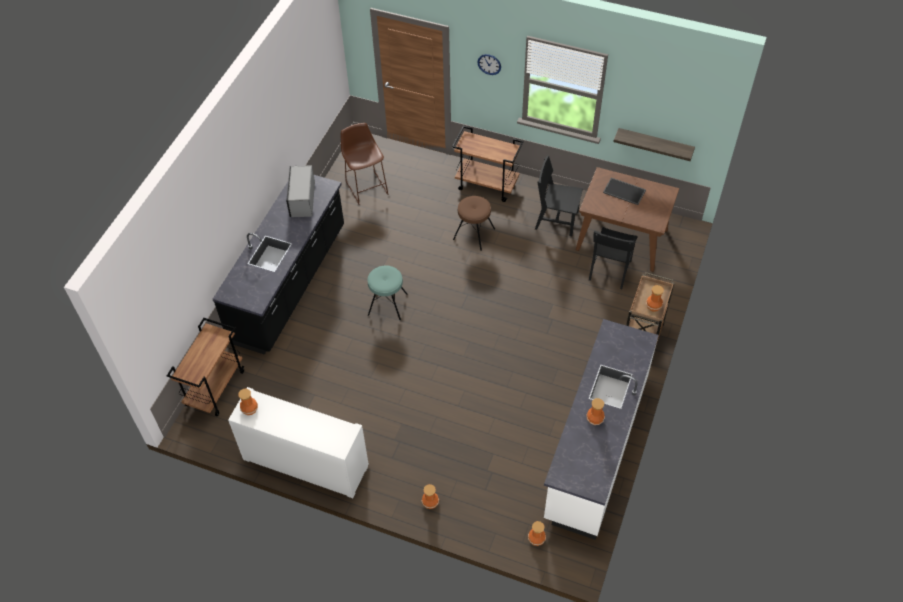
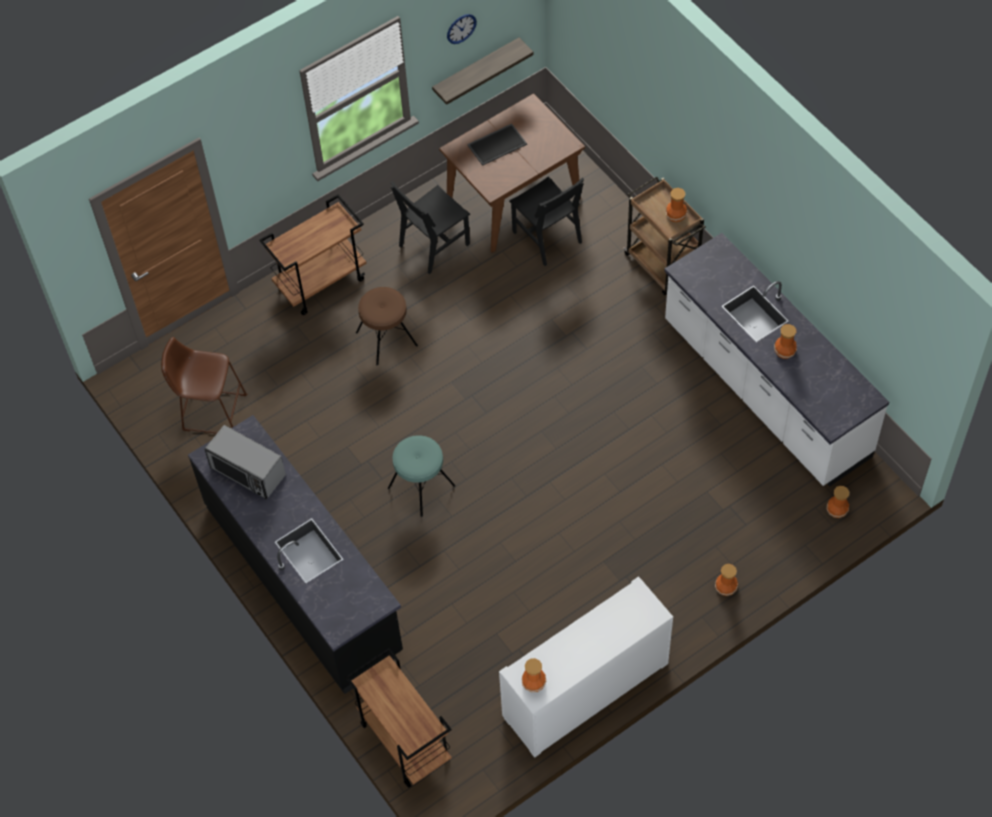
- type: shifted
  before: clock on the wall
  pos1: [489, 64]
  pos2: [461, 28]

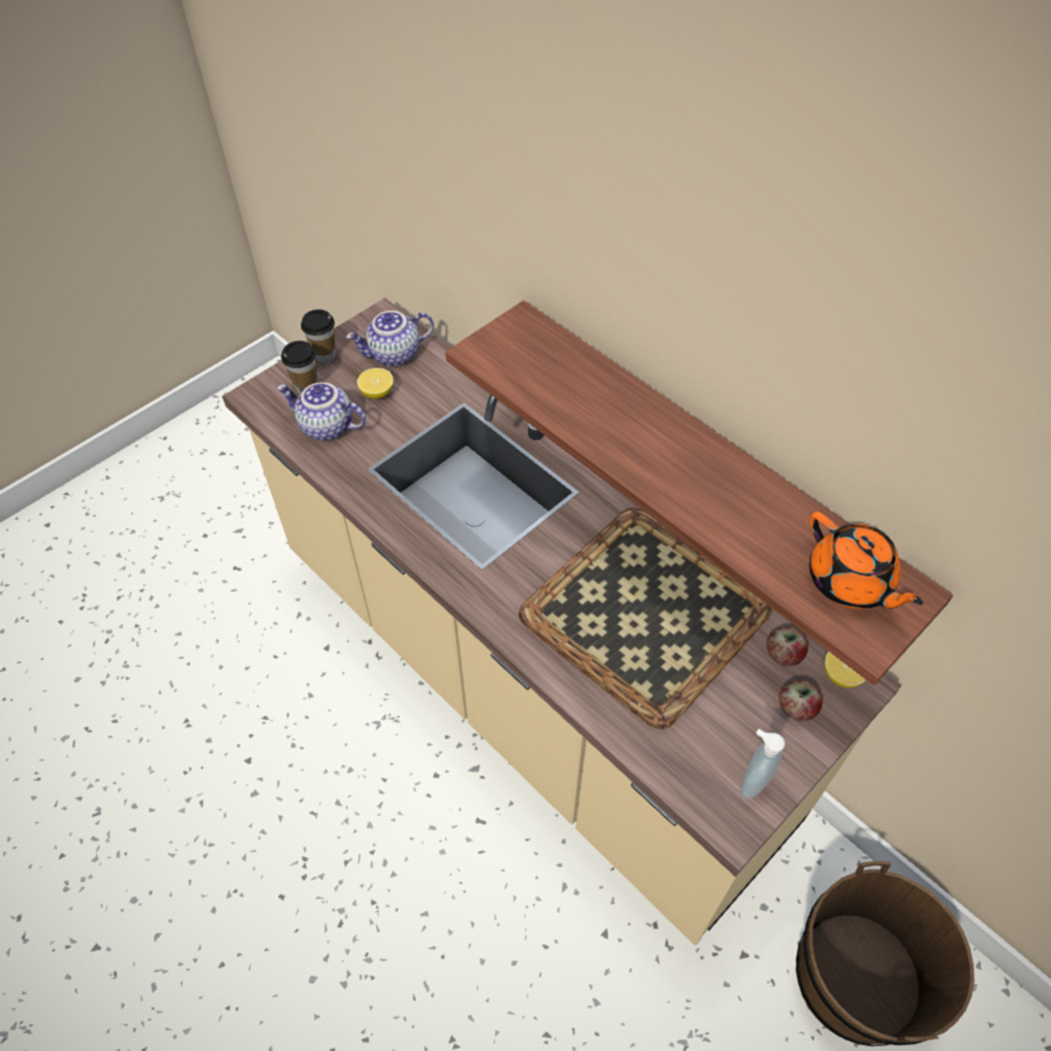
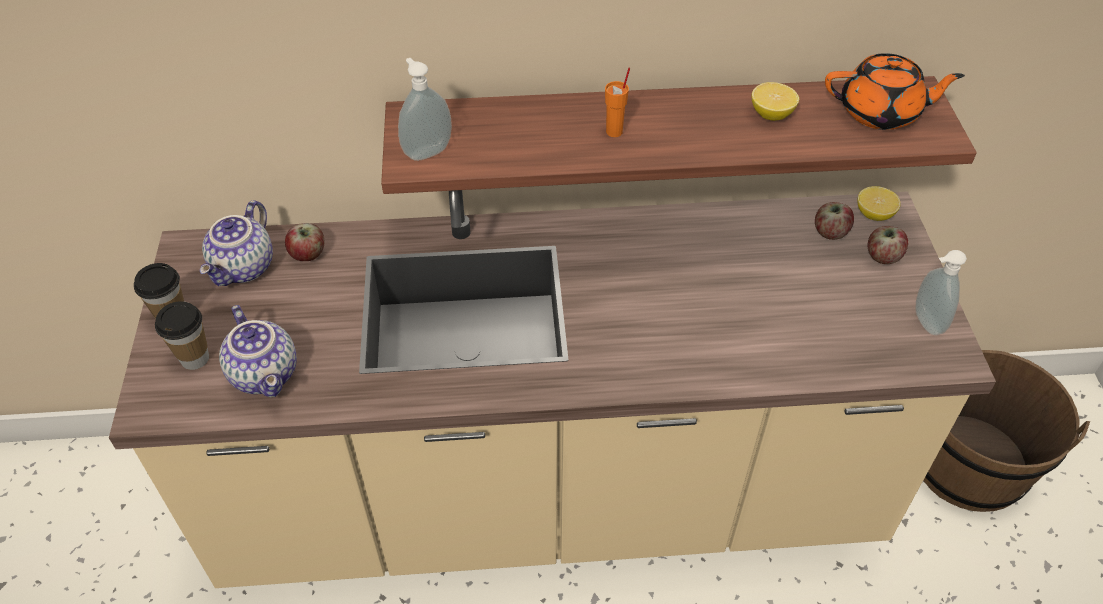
- type: gone
  before: tray
  pos1: [648, 612]
- type: new
  after: apple fruit
  pos2: [308, 254]
- type: new
  after: soap dispenser
  pos2: [426, 151]
- type: new
  after: orange cup
  pos2: [615, 131]
- type: shifted
  before: whole lemon
  pos1: [377, 392]
  pos2: [771, 114]
- type: rotated
  before: tea pot
  pos1: [325, 427]
  pos2: [266, 374]
  turn: -90

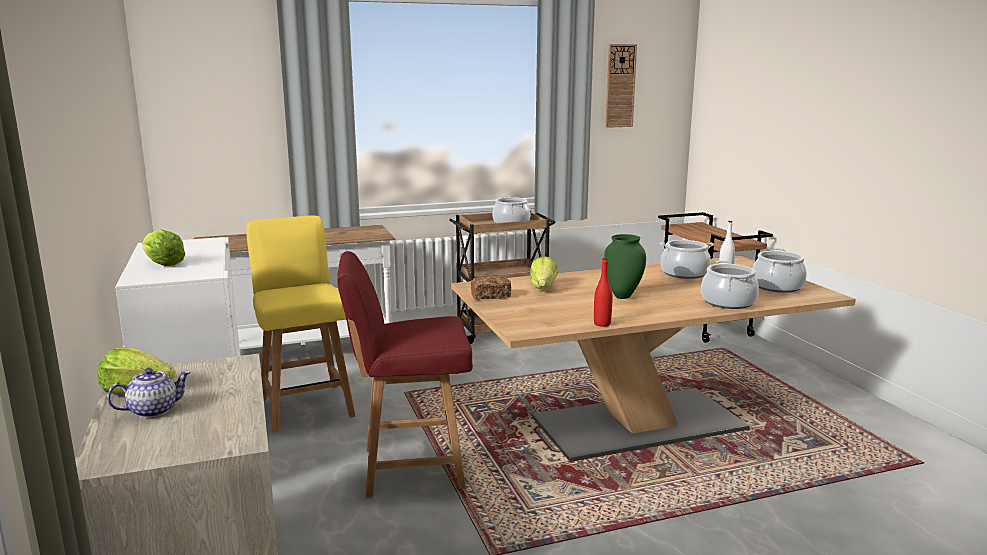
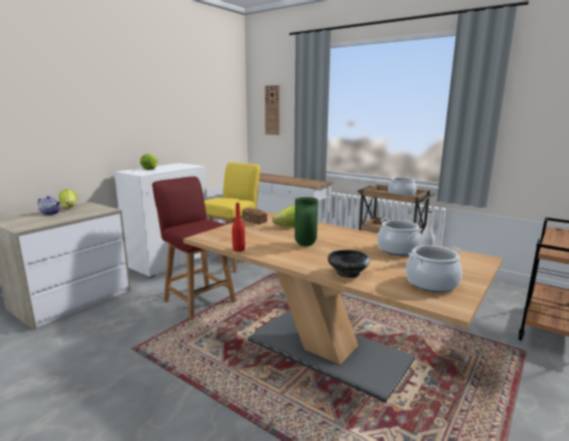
- type: shifted
  before: clock on the wall
  pos1: [620, 86]
  pos2: [272, 110]
- type: swapped
  before: cooking pot
  after: blackish bowl
  pos1: [728, 302]
  pos2: [347, 273]

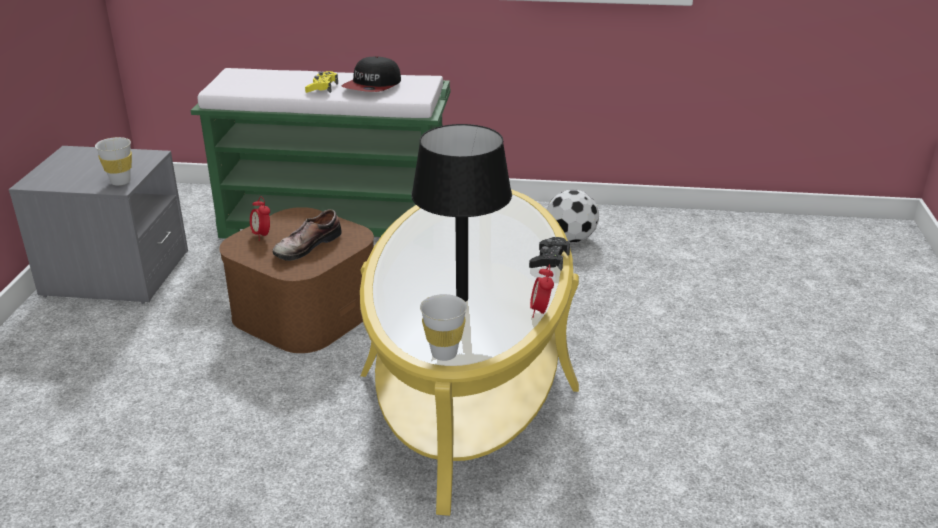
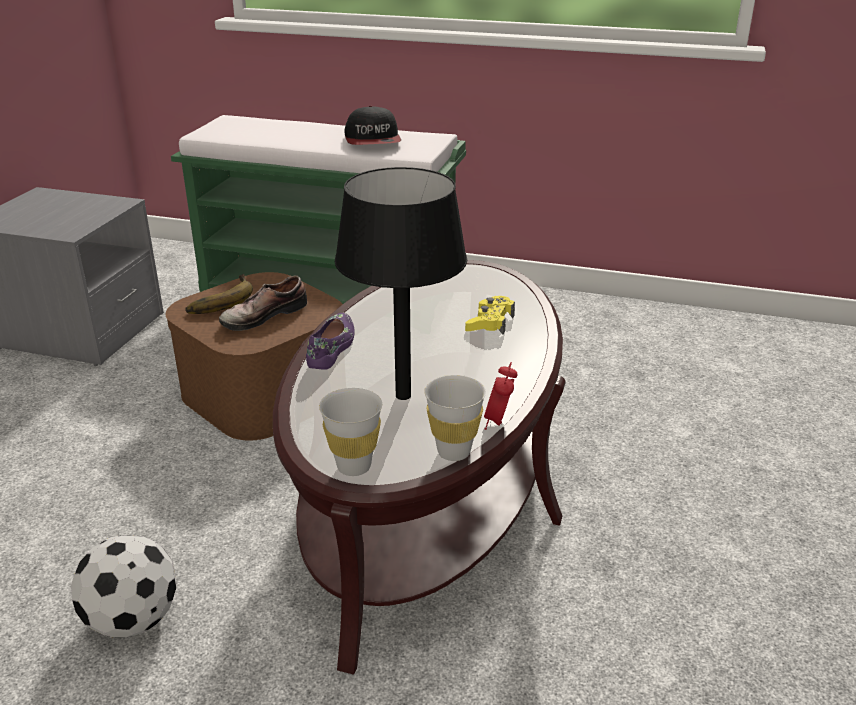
- type: gone
  before: blackish gamepad
  pos1: [549, 260]
- type: new
  after: purple item of footwear
  pos2: [332, 348]
- type: shifted
  before: white cup
  pos1: [120, 182]
  pos2: [454, 452]
- type: shifted
  before: yellowish gamepad
  pos1: [322, 88]
  pos2: [490, 322]
- type: shifted
  before: ball for football
  pos1: [570, 238]
  pos2: [132, 620]
- type: swapped
  before: alarm clock
  after: banana fruit
  pos1: [262, 235]
  pos2: [218, 300]
- type: repainted
  before: yellowish coffee table
  after: brown coffee table
  pos1: [469, 380]
  pos2: [428, 495]
- type: rotated
  before: cap
  pos1: [373, 86]
  pos2: [373, 140]
  turn: -45

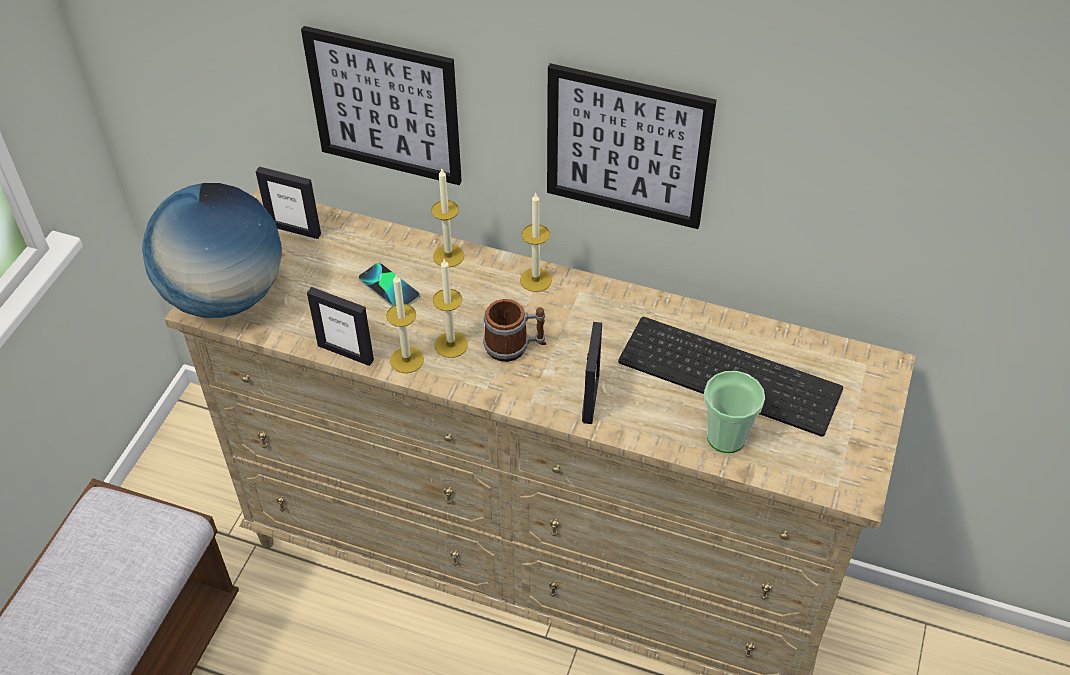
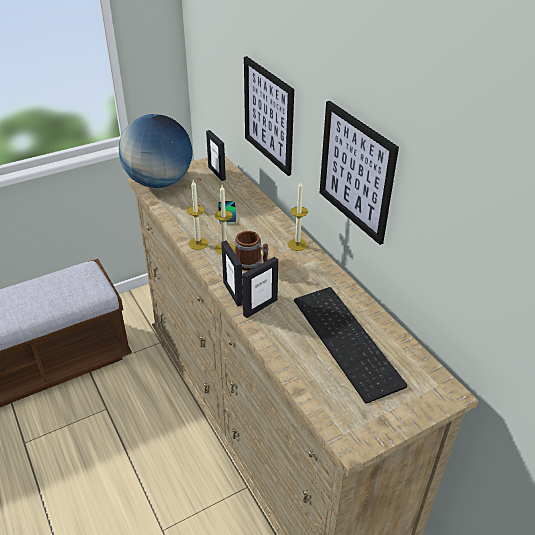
- type: gone
  before: wax light
  pos1: [448, 256]
- type: gone
  before: cup
  pos1: [726, 437]
- type: shifted
  before: standing frame
  pos1: [346, 352]
  pos2: [233, 293]

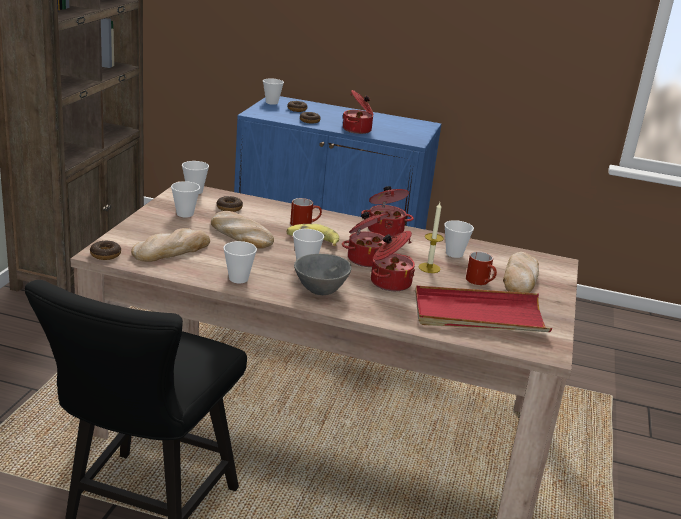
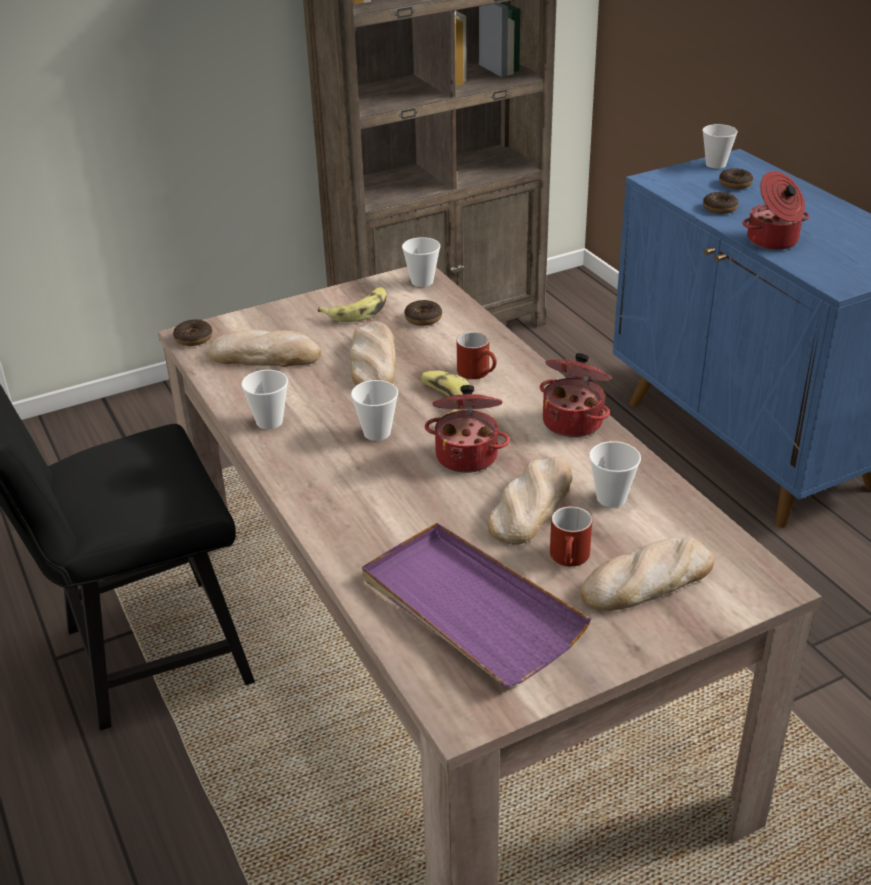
- type: gone
  before: gray bowl
  pos1: [319, 289]
- type: gone
  before: cooking pot
  pos1: [389, 282]
- type: swapped
  before: cup
  after: banana fruit
  pos1: [185, 214]
  pos2: [358, 311]
- type: swapped
  before: wax light
  after: baked bread
  pos1: [429, 268]
  pos2: [531, 504]
- type: repainted
  before: reddish tray
  after: purple tray
  pos1: [479, 315]
  pos2: [469, 607]

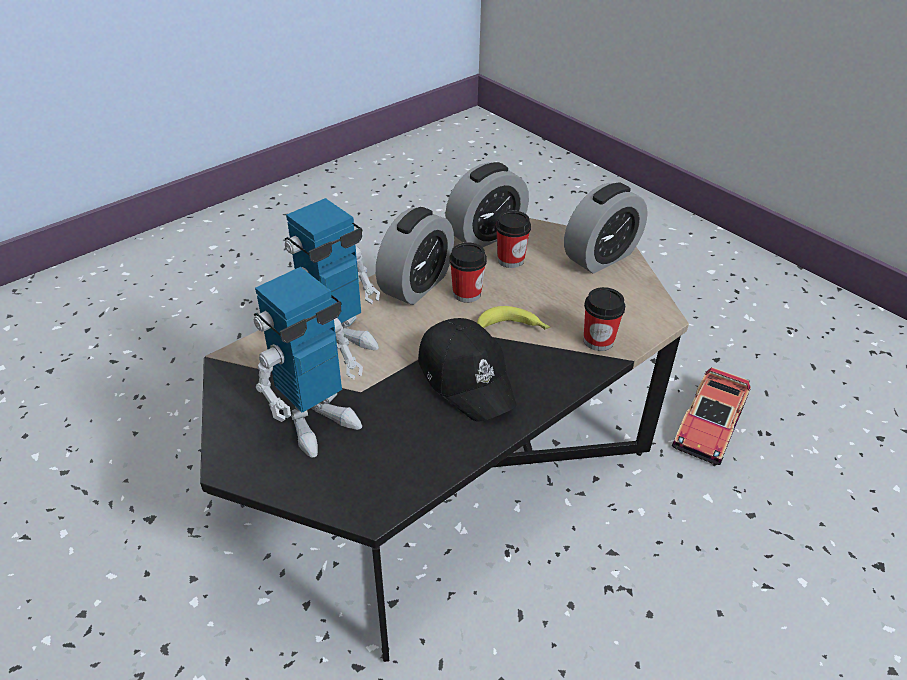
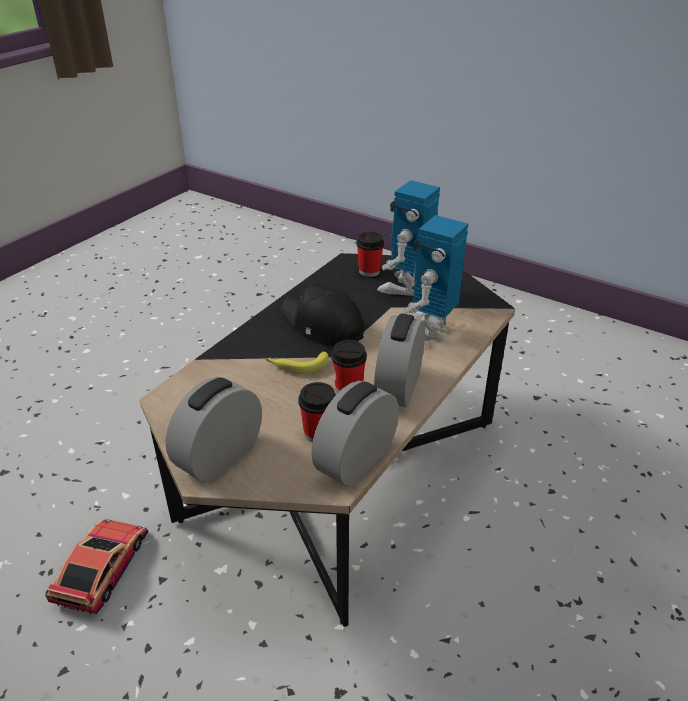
- type: shifted
  before: cup
  pos1: [598, 341]
  pos2: [369, 271]

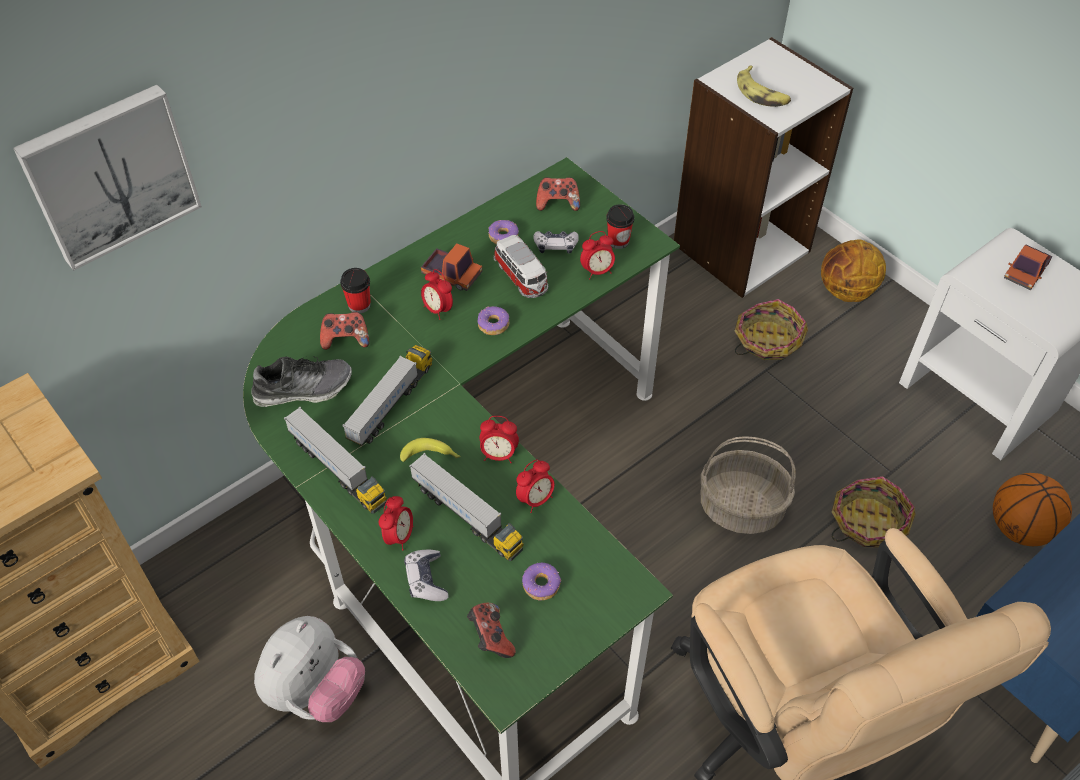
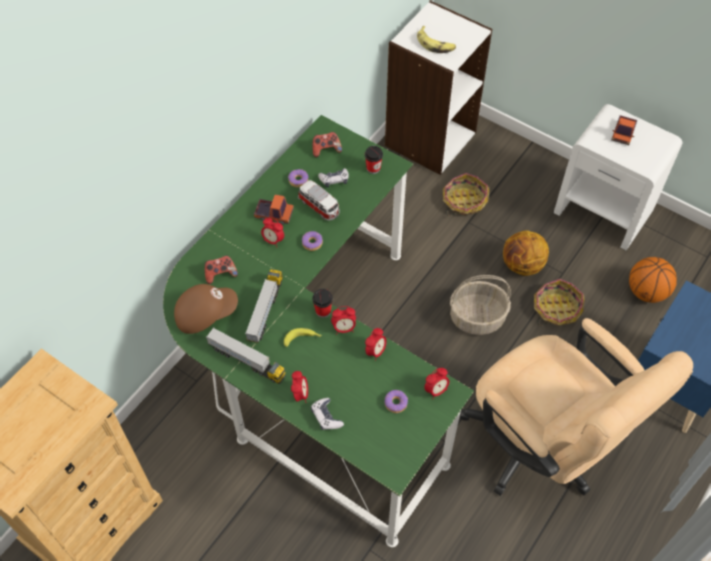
- type: gone
  before: wall picture
  pos1: [110, 174]
- type: gone
  before: soft toy
  pos1: [316, 691]
- type: gone
  before: toy lorry
  pos1: [467, 516]
- type: gone
  before: gamepad
  pos1: [490, 638]
- type: shifted
  before: cup
  pos1: [359, 305]
  pos2: [323, 311]
- type: shifted
  before: alarm clock
  pos1: [597, 271]
  pos2: [436, 390]
- type: shifted
  before: basketball
  pos1: [846, 292]
  pos2: [522, 265]
- type: swapped
  before: item of footwear
  after: brown cap
  pos1: [303, 389]
  pos2: [205, 313]

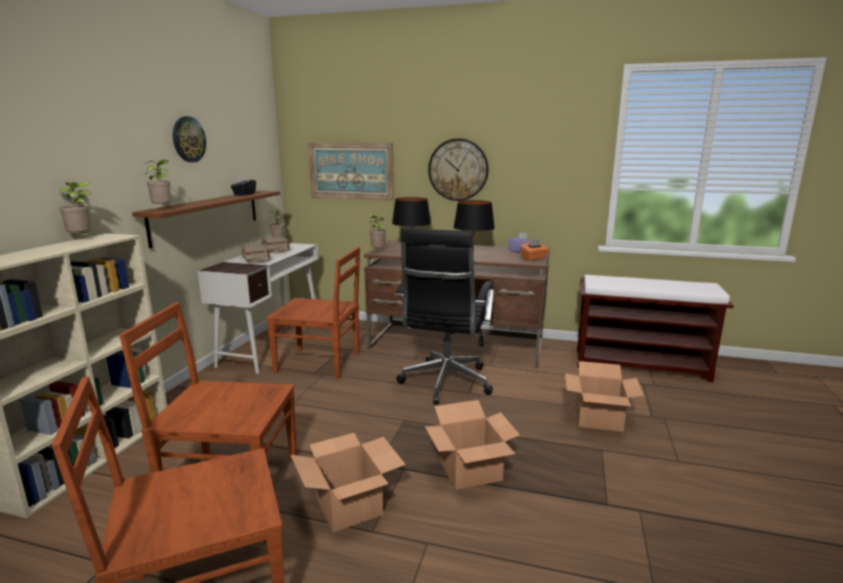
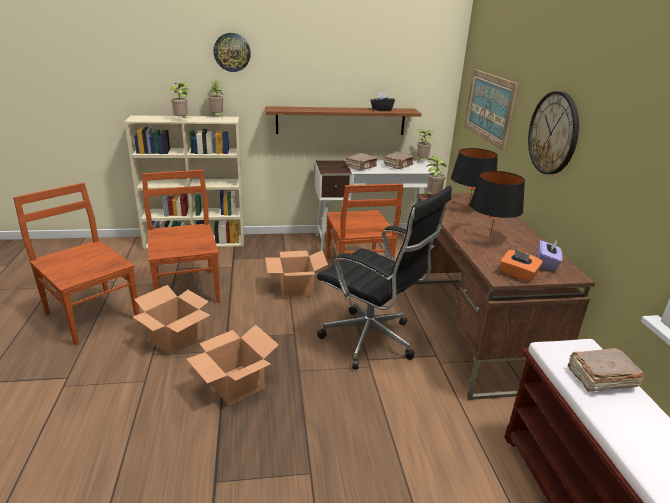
- type: new
  after: brown volume
  pos2: [600, 378]
- type: shifted
  before: plant in a pot
  pos1: [163, 209]
  pos2: [182, 120]
- type: shifted
  before: clock on the wall
  pos1: [188, 139]
  pos2: [232, 52]
- type: shifted
  before: packing box
  pos1: [599, 418]
  pos2: [296, 289]
- type: rotated
  before: blackish desk chair
  pos1: [445, 384]
  pos2: [372, 341]
  turn: -135

